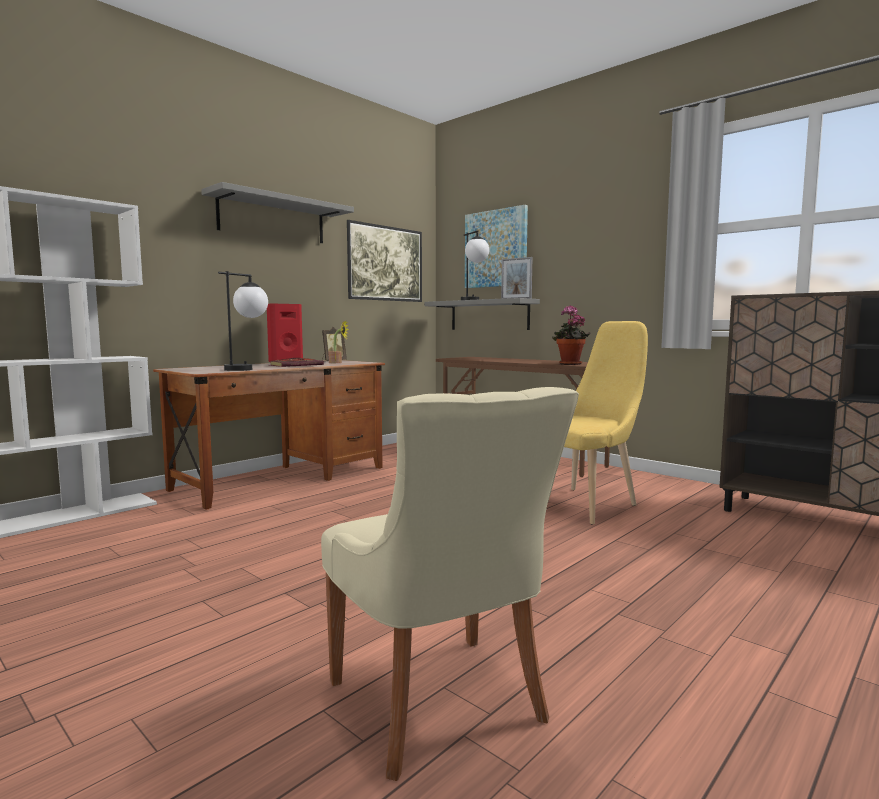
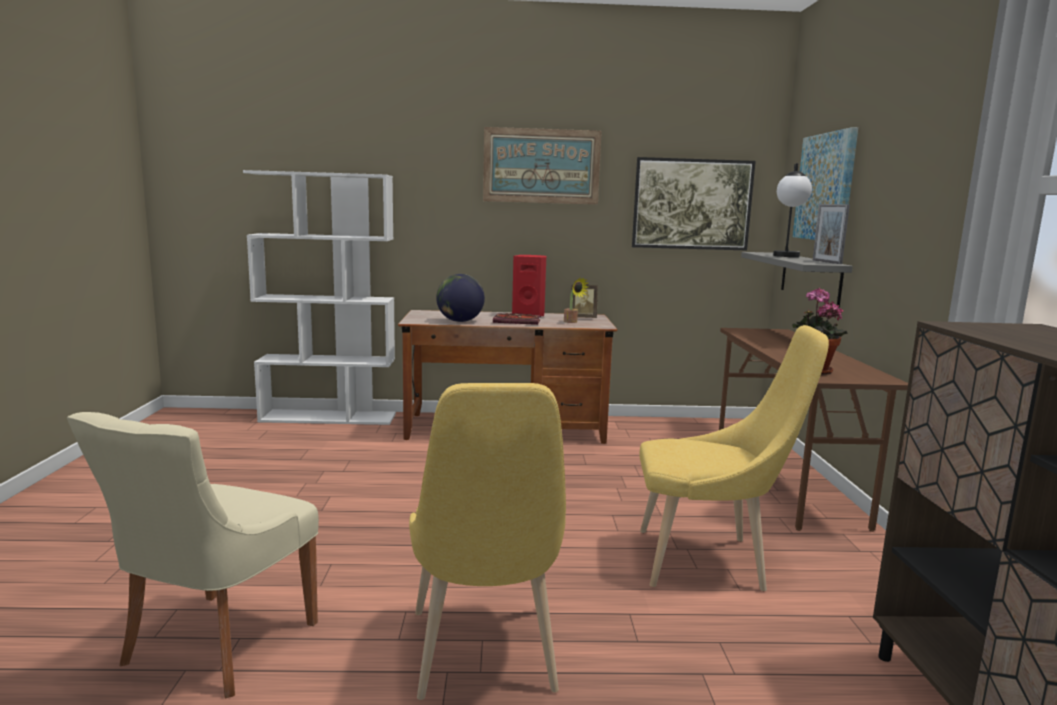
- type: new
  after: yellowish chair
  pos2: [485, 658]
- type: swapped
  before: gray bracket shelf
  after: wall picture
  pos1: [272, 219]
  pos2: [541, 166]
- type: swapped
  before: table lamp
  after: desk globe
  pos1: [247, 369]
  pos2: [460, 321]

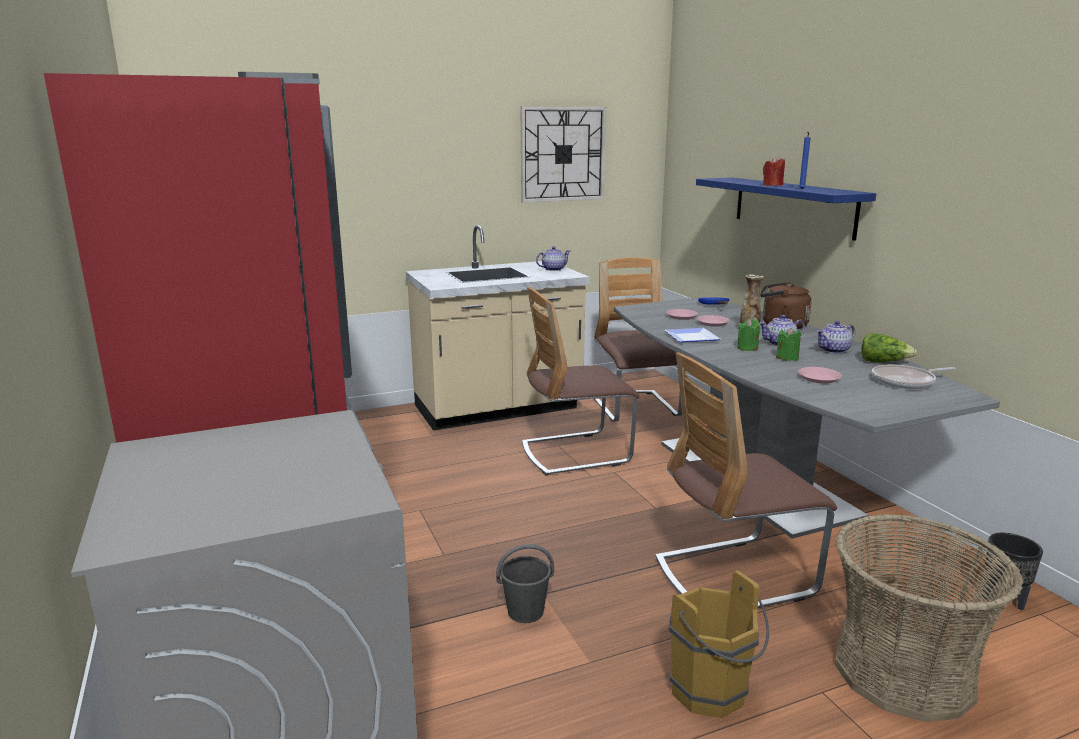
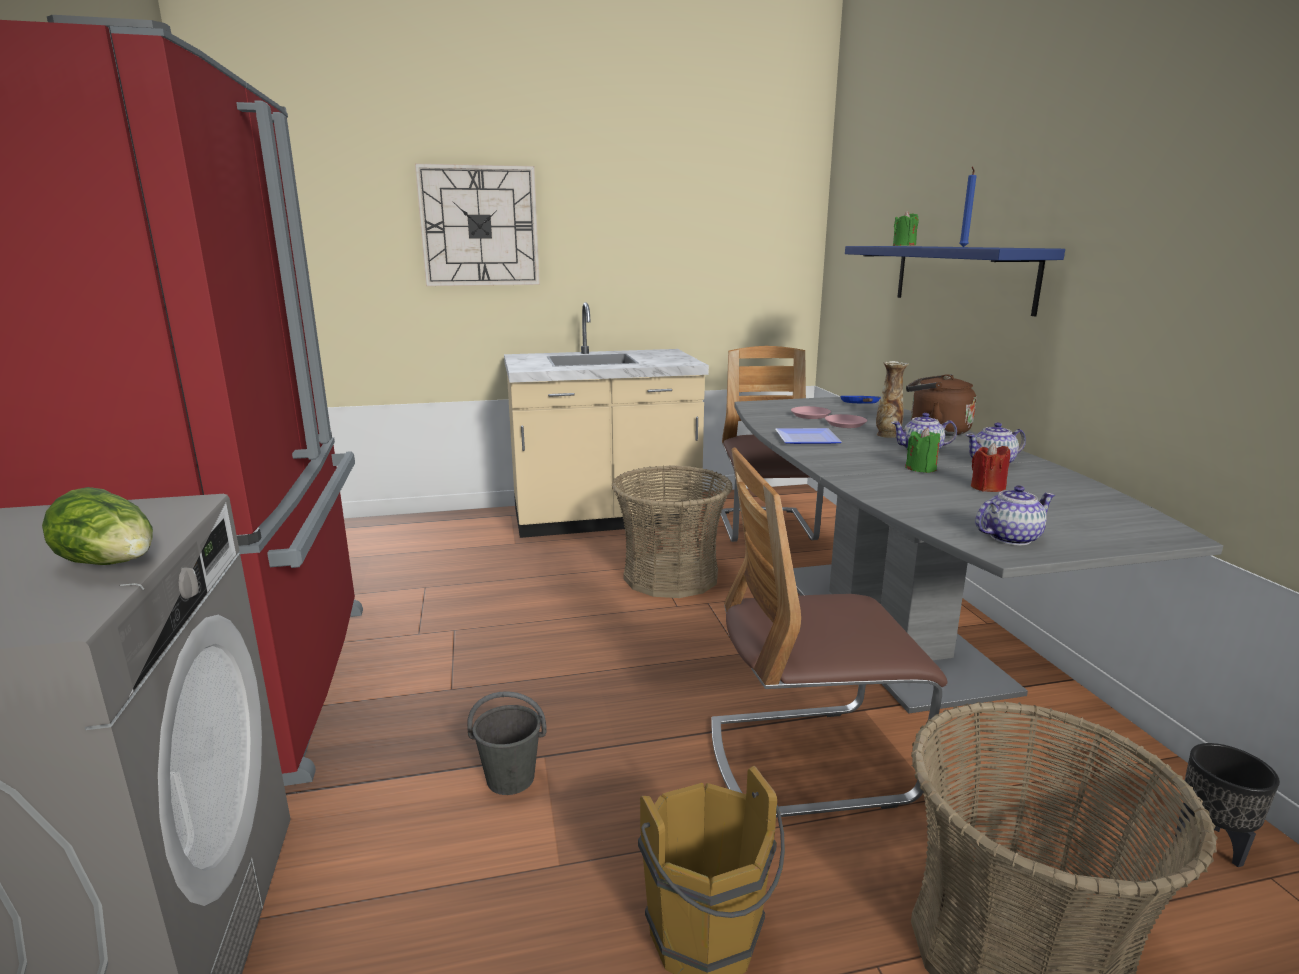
- type: gone
  before: pinkish dinner plate
  pos1: [819, 378]
- type: gone
  before: skillet
  pos1: [906, 381]
- type: shifted
  before: clock on the wall
  pos1: [562, 154]
  pos2: [479, 226]
- type: shifted
  before: tea pot
  pos1: [553, 269]
  pos2: [1009, 538]
- type: shifted
  before: greenish wax light
  pos1: [747, 348]
  pos2: [904, 246]
- type: shifted
  before: reddish wax light
  pos1: [772, 185]
  pos2: [987, 488]
- type: shifted
  before: lettuce head
  pos1: [883, 362]
  pos2: [113, 564]
- type: swapped
  before: chair
  after: storage basket
  pos1: [575, 453]
  pos2: [670, 576]

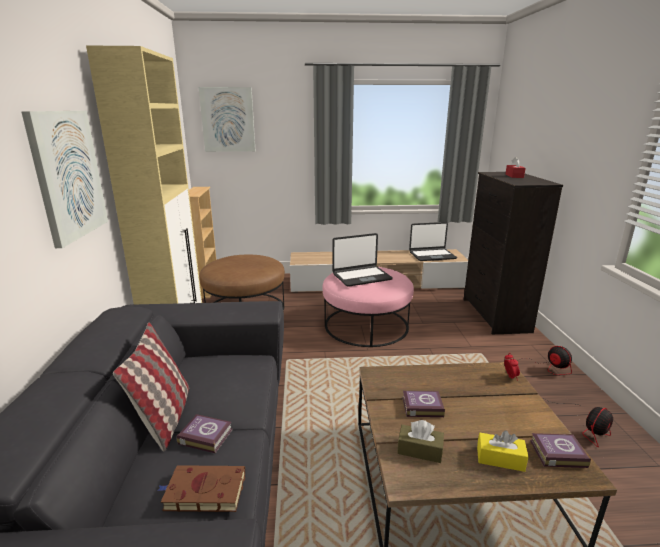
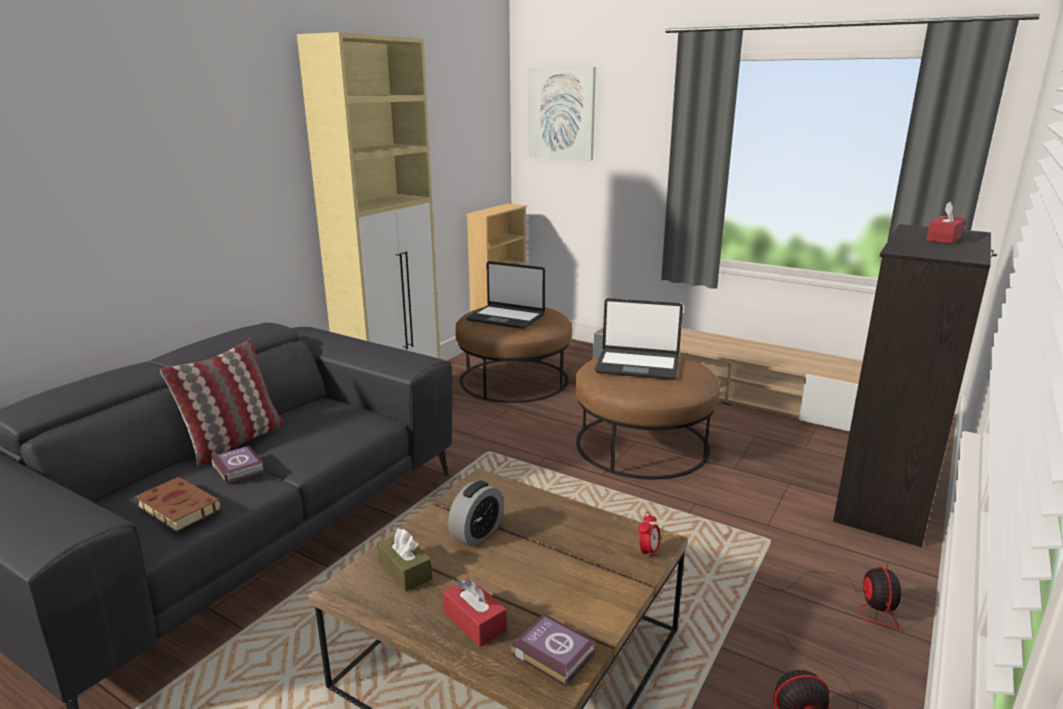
- type: gone
  before: wall picture
  pos1: [67, 175]
- type: shifted
  before: laptop
  pos1: [432, 255]
  pos2: [506, 318]
- type: swapped
  before: volume
  after: alarm clock
  pos1: [421, 406]
  pos2: [477, 533]
- type: repainted
  before: pinkish footrest
  after: brown footrest
  pos1: [366, 325]
  pos2: [642, 444]
- type: repainted
  before: yellowish tissue box
  after: reddish tissue box
  pos1: [500, 459]
  pos2: [474, 621]

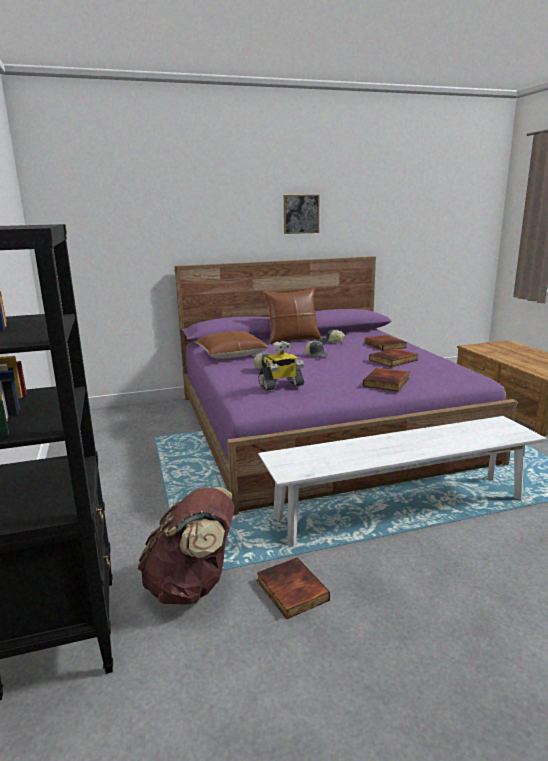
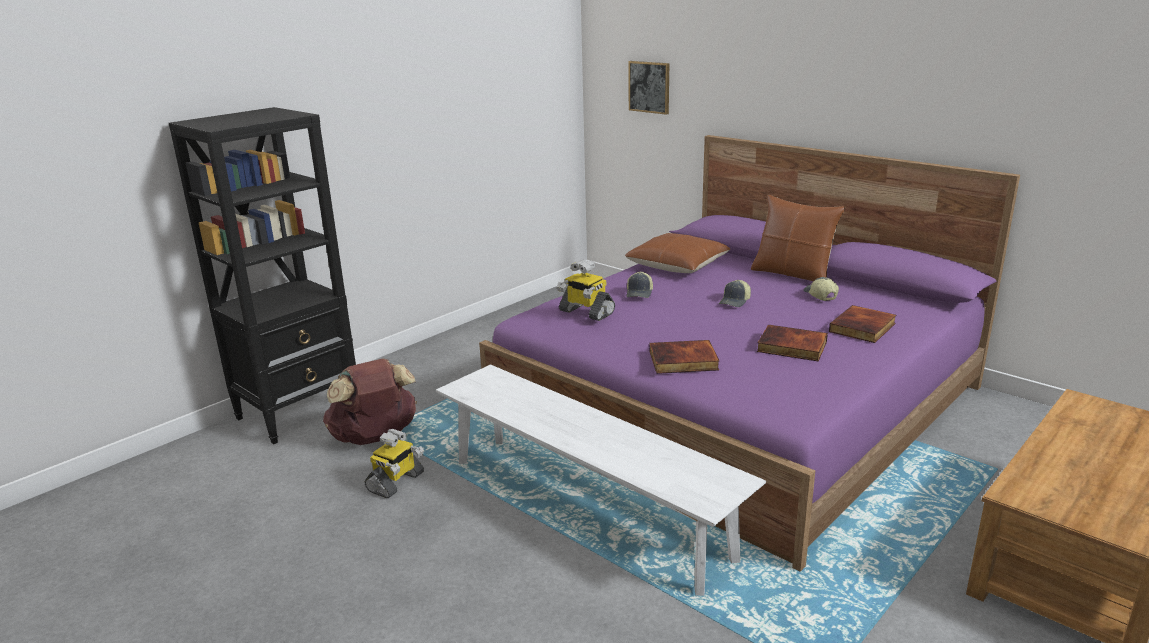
- type: shifted
  before: wall picture
  pos1: [301, 214]
  pos2: [649, 87]
- type: swapped
  before: volume
  after: model robot
  pos1: [290, 590]
  pos2: [396, 482]

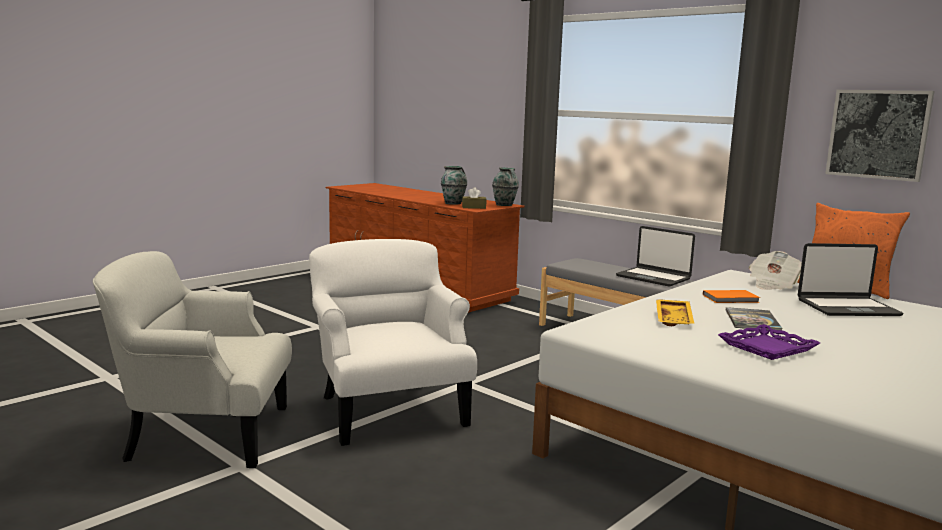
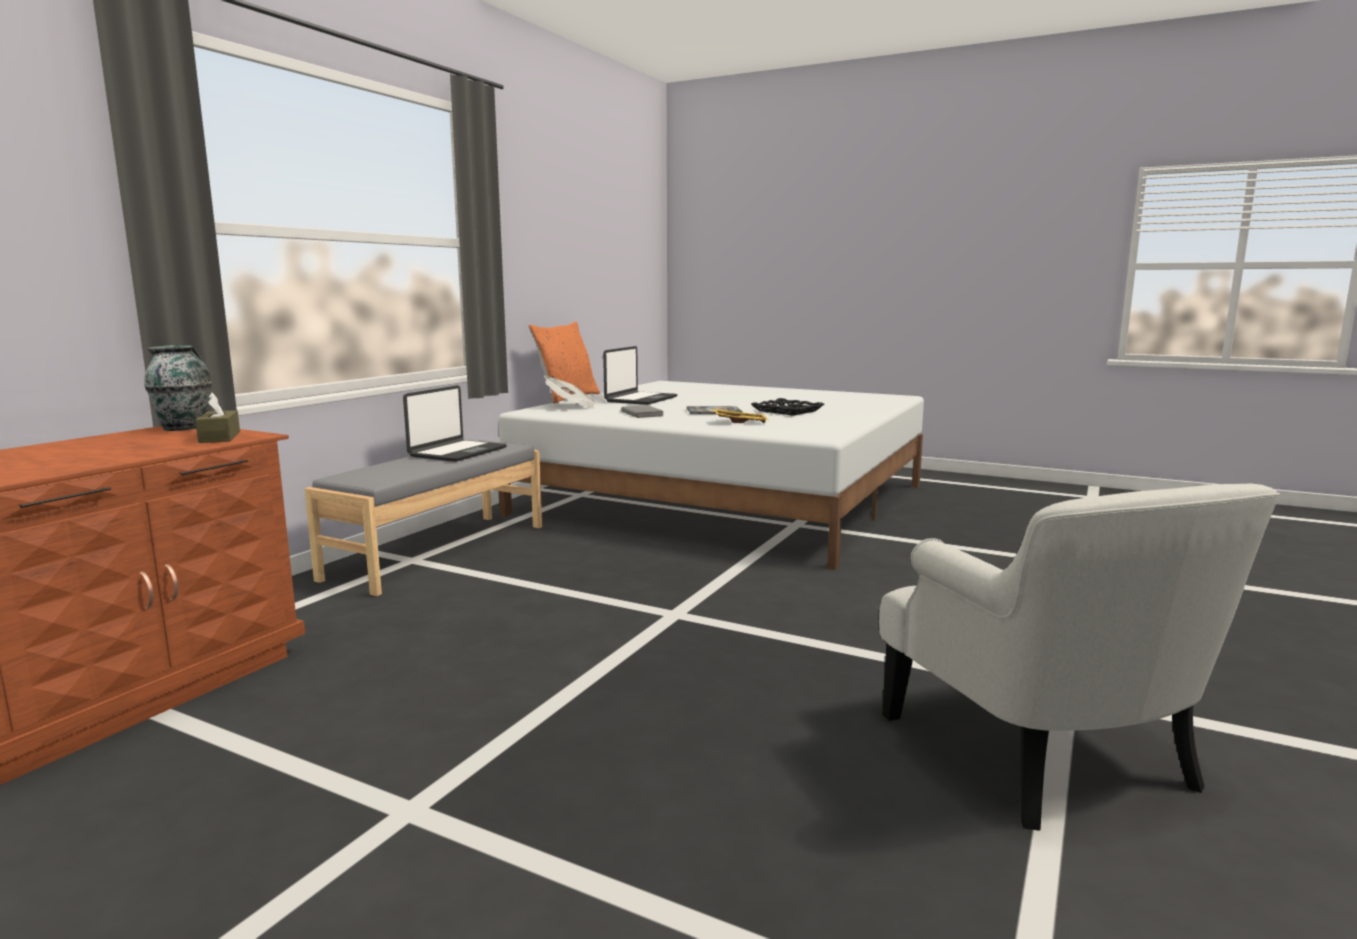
- type: gone
  before: white armchair
  pos1: [388, 409]
- type: gone
  before: vase
  pos1: [453, 203]
- type: gone
  before: wall picture
  pos1: [878, 134]
- type: repainted
  before: orange volume
  after: gray volume
  pos1: [731, 299]
  pos2: [643, 413]
- type: repainted
  before: purple tray
  after: blackish tray
  pos1: [768, 348]
  pos2: [787, 411]
- type: rotated
  before: laptop
  pos1: [847, 308]
  pos2: [640, 399]
  turn: 45

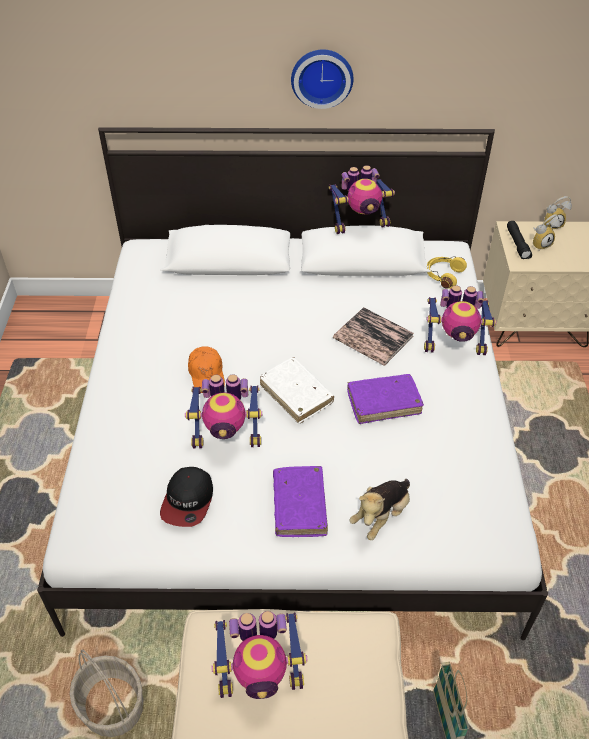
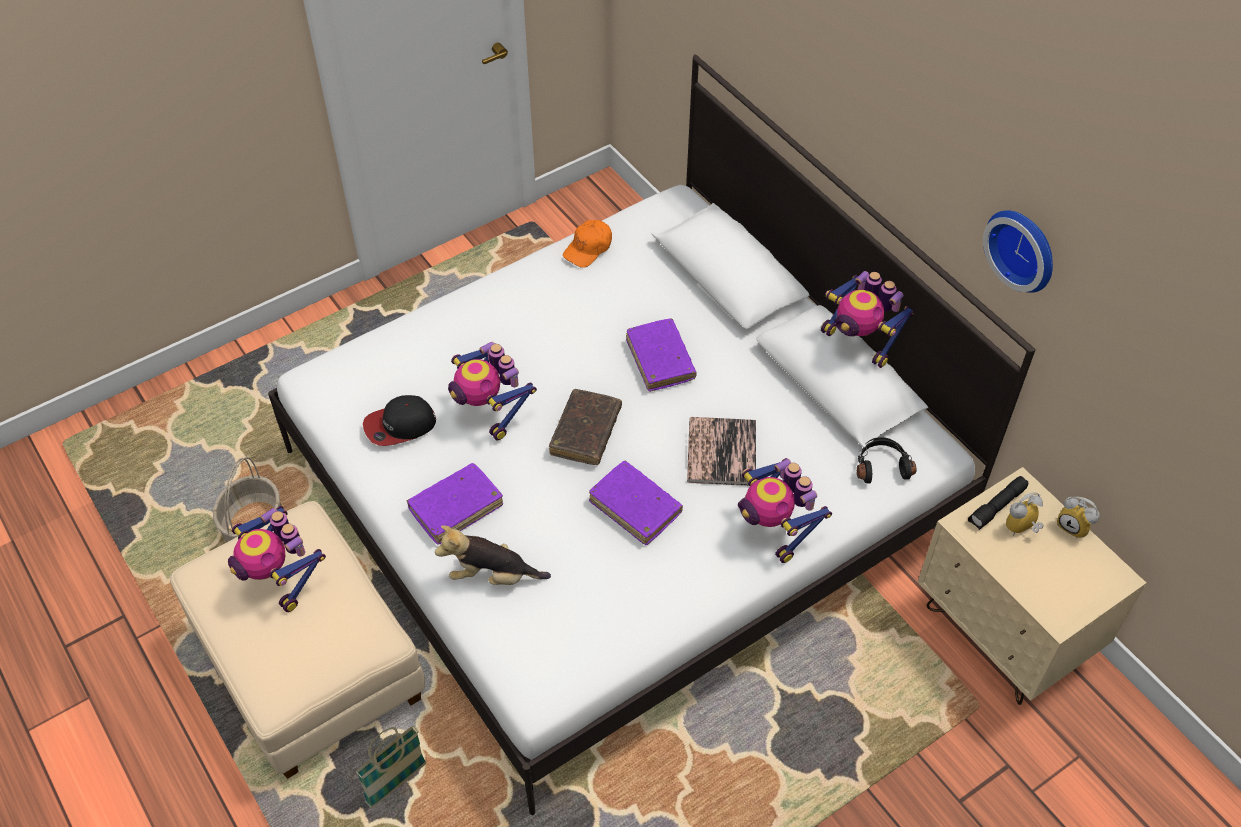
- type: new
  after: purple volume
  pos2: [660, 360]
- type: shifted
  before: orange cap
  pos1: [207, 374]
  pos2: [588, 249]
- type: shifted
  before: clock on the wall
  pos1: [322, 77]
  pos2: [1024, 248]
- type: repainted
  before: white volume
  after: brown volume
  pos1: [296, 395]
  pos2: [585, 432]
- type: repainted
  before: yellowish headset
  after: blackish headset
  pos1: [443, 276]
  pos2: [881, 466]
- type: rotated
  before: alarm clock
  pos1: [540, 244]
  pos2: [1021, 529]
  turn: 120

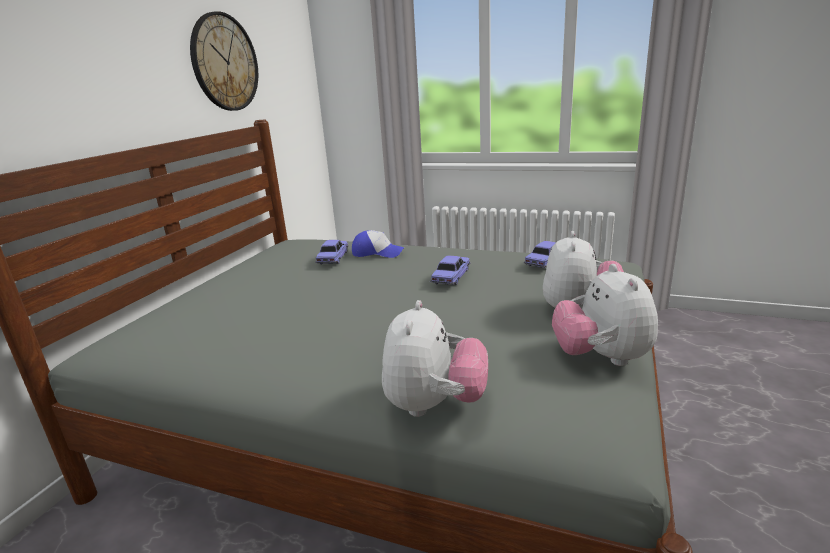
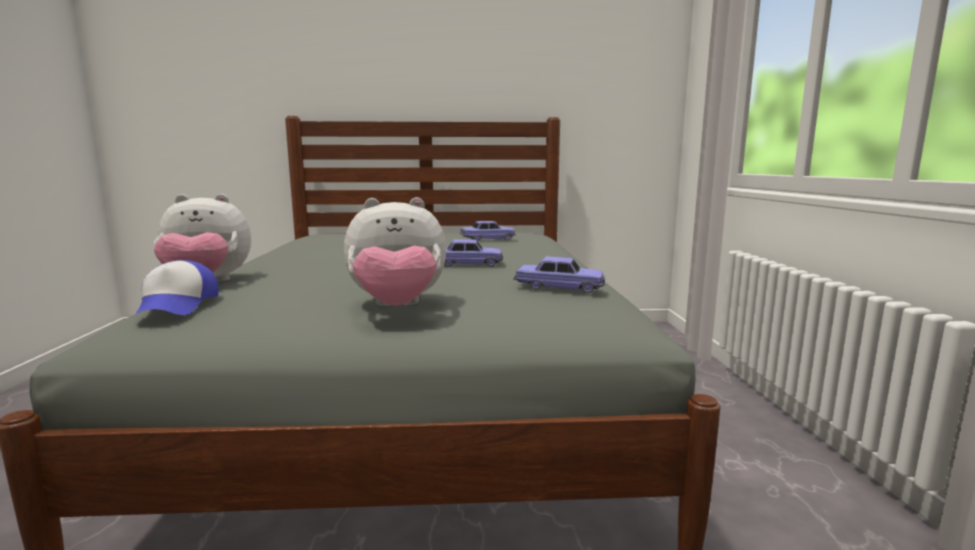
- type: gone
  before: clock on the wall
  pos1: [224, 62]
- type: gone
  before: soft toy
  pos1: [601, 358]
- type: shifted
  before: cap
  pos1: [377, 253]
  pos2: [178, 305]

